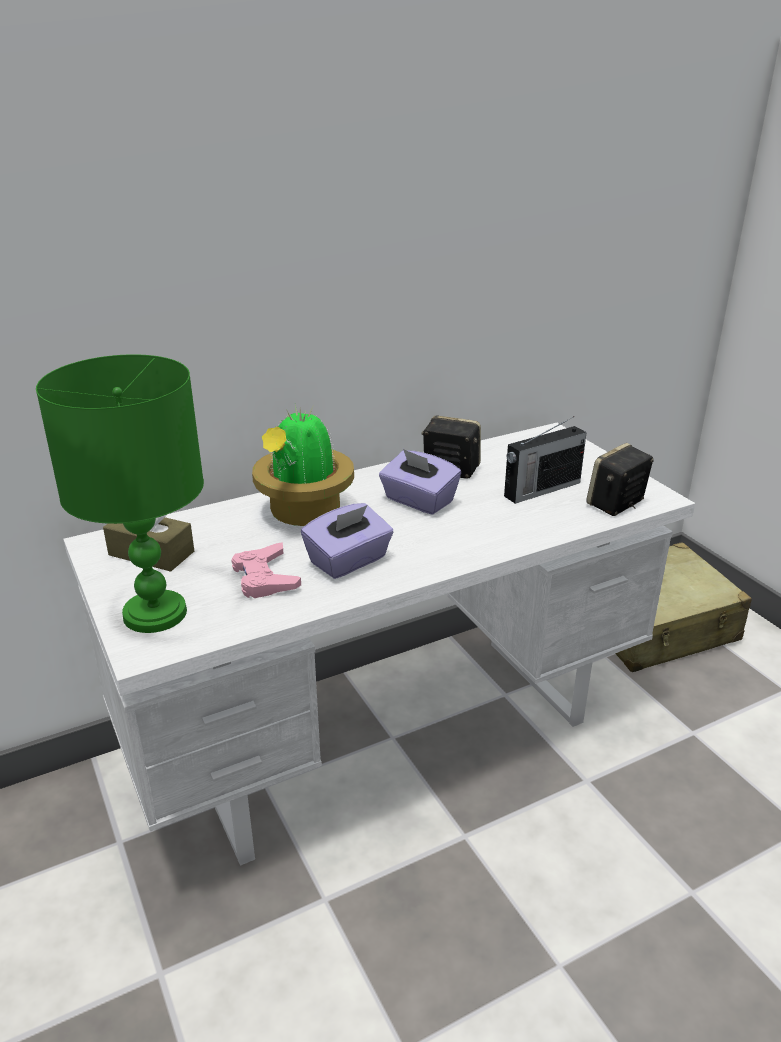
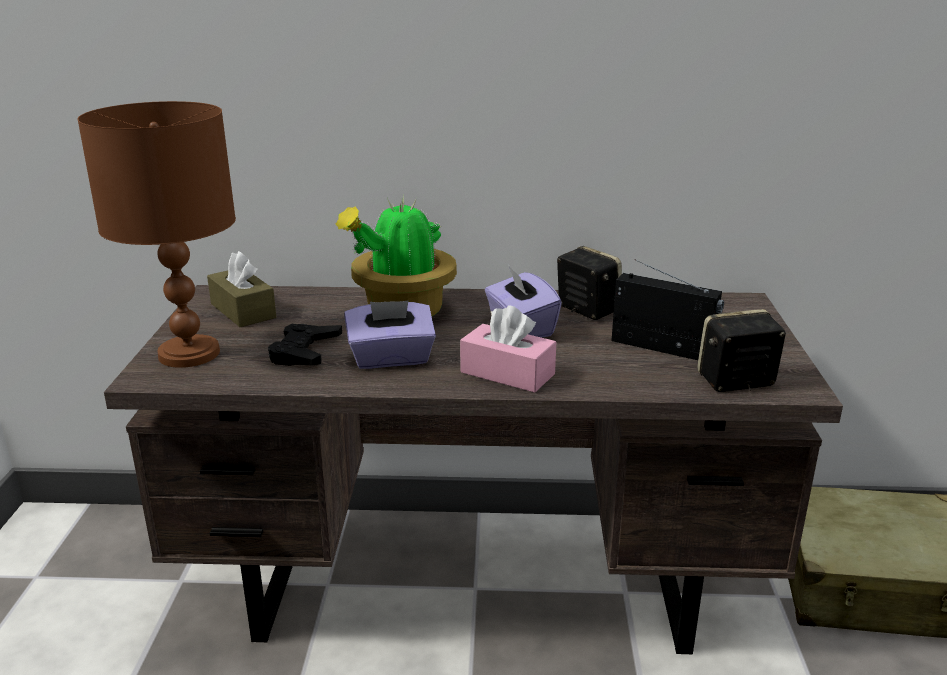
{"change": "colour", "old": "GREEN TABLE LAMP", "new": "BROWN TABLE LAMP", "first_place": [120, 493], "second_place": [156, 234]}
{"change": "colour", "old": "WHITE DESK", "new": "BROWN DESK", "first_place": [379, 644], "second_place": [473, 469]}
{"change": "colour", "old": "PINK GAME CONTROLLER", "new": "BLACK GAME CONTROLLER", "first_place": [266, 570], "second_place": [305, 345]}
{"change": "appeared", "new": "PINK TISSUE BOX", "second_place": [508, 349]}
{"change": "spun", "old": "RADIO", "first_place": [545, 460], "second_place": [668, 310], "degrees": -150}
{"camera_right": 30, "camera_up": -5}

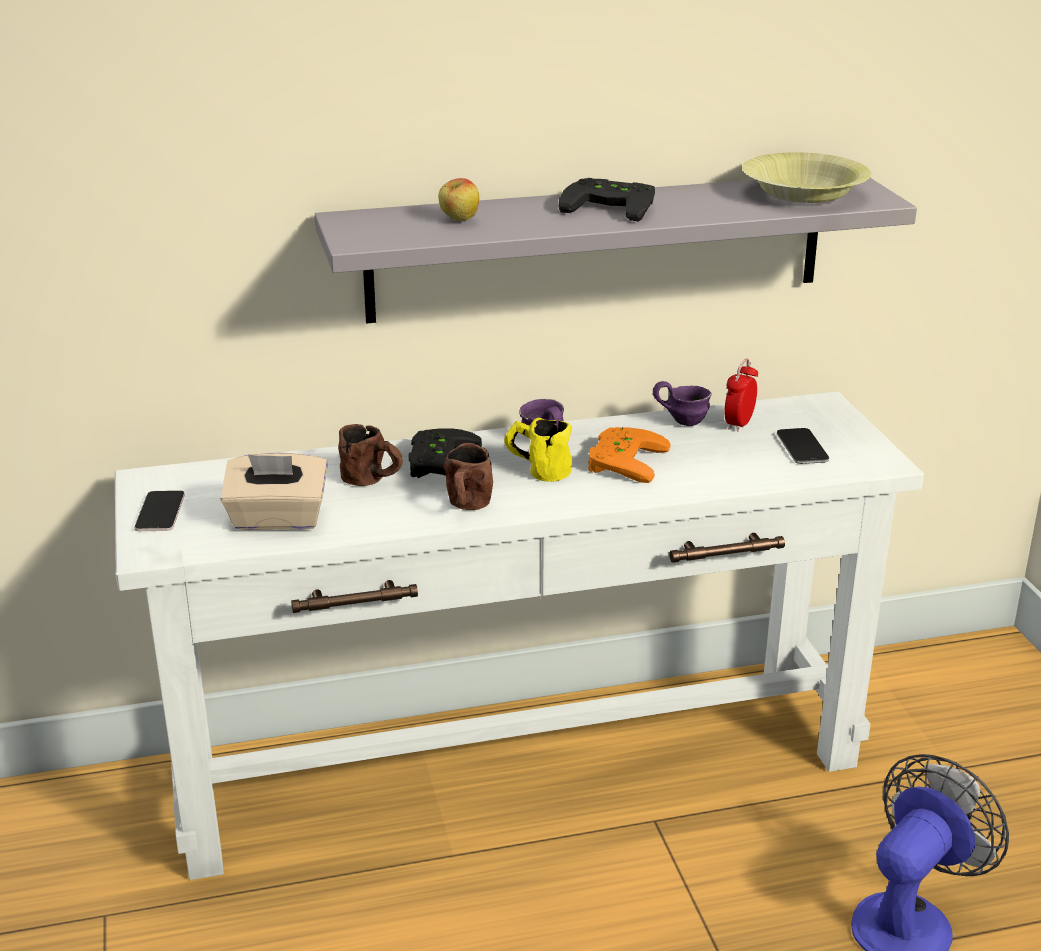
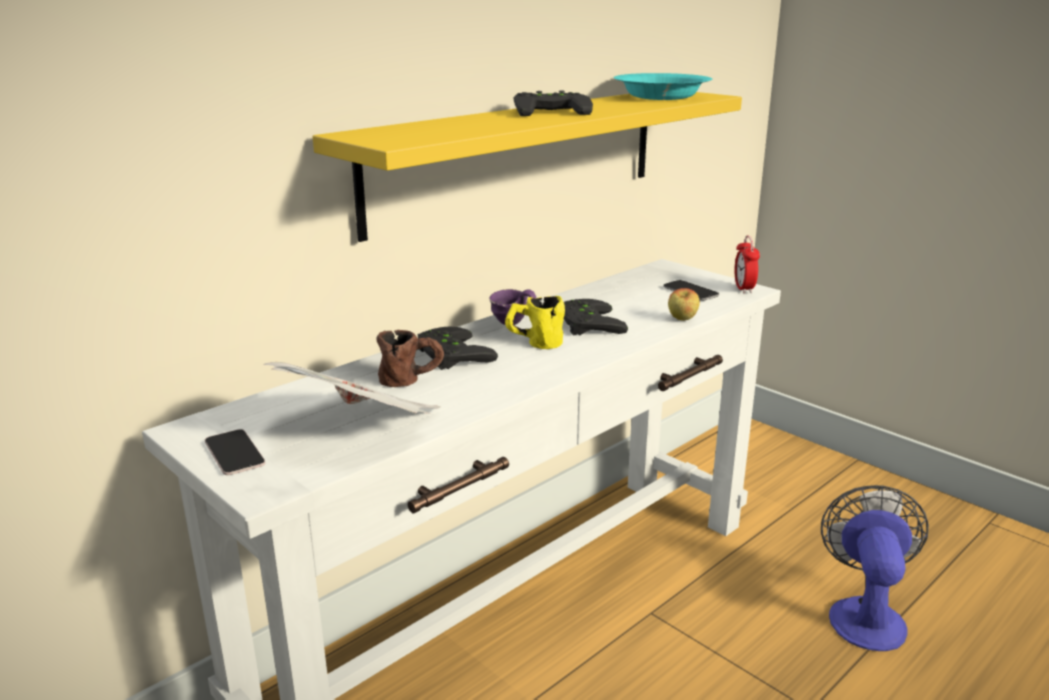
{"change": "exchanged", "old": "BEIGE TISSUE BOX", "new": "NEWSPAPER", "first_place": [274, 491], "second_place": [352, 388]}
{"change": "colour", "old": "GREY SHELF", "new": "YELLOW SHELF", "first_place": [616, 251], "second_place": [527, 167]}
{"change": "colour", "old": "ORANGE GAME CONTROLLER", "new": "BLACK GAME CONTROLLER", "first_place": [629, 455], "second_place": [596, 317]}
{"change": "colour", "old": "YELLOW BOWL", "new": "TURQUOISE BOWL", "first_place": [806, 177], "second_place": [662, 86]}
{"change": "relocated", "old": "APPLE", "first_place": [458, 199], "second_place": [684, 304]}
{"change": "relocated", "old": "ALARM CLOCK", "first_place": [741, 395], "second_place": [747, 264]}
{"change": "missing", "old": "BROWN MUG", "first_place": [468, 476]}
{"change": "missing", "old": "PURPLE MUG", "first_place": [682, 403]}
{"camera_right": -30, "camera_up": -5}

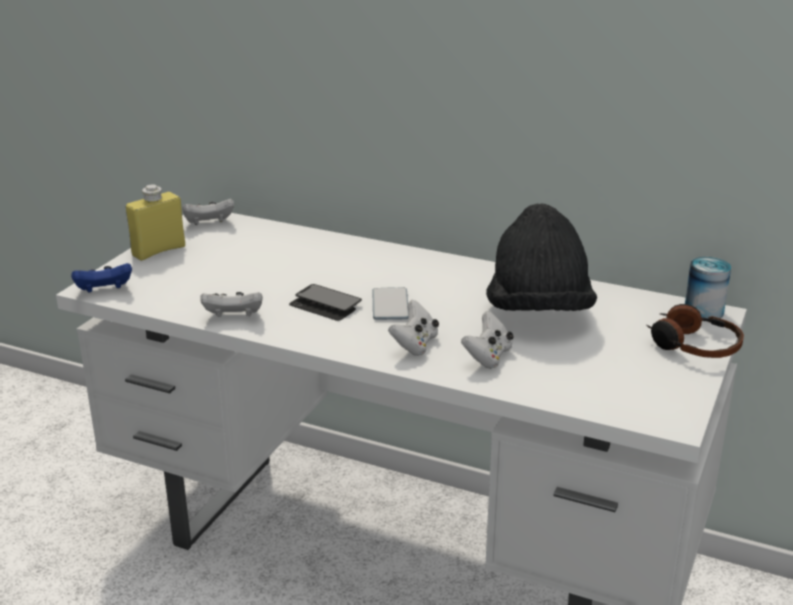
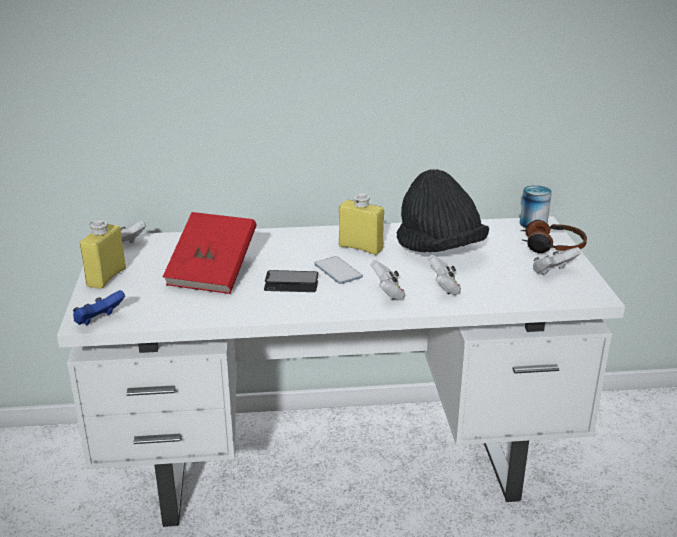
{"change": "appeared", "new": "RED BOOK", "second_place": [210, 253]}
{"change": "appeared", "new": "YELLOW BOTTLE", "second_place": [361, 224]}
{"change": "relocated", "old": "WHITE GAME CONTROLLER", "first_place": [231, 304], "second_place": [557, 261]}
{"camera_right": -30, "camera_up": 0}

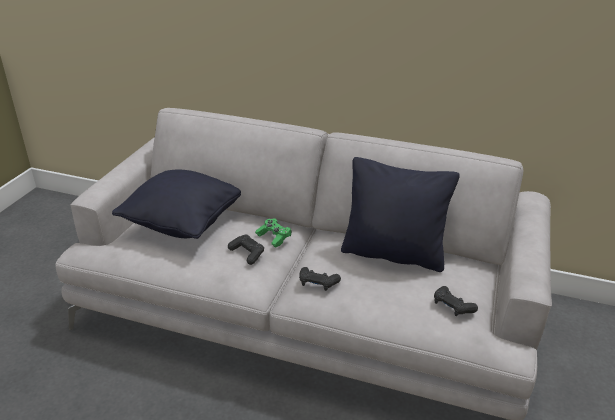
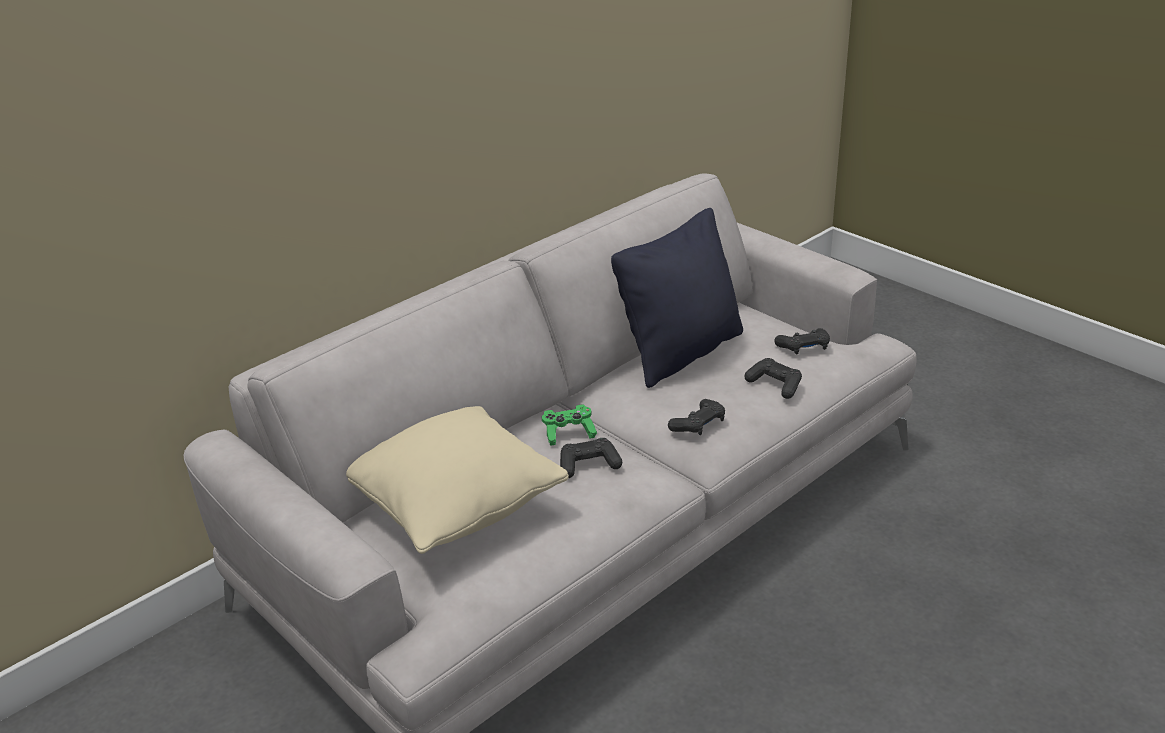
{"change": "colour", "old": "BLACK PILLOW", "new": "BEIGE PILLOW", "first_place": [176, 204], "second_place": [457, 480]}
{"change": "appeared", "new": "BLACK GAME CONTROLLER", "second_place": [773, 378]}
{"camera_right": -60, "camera_up": 0}

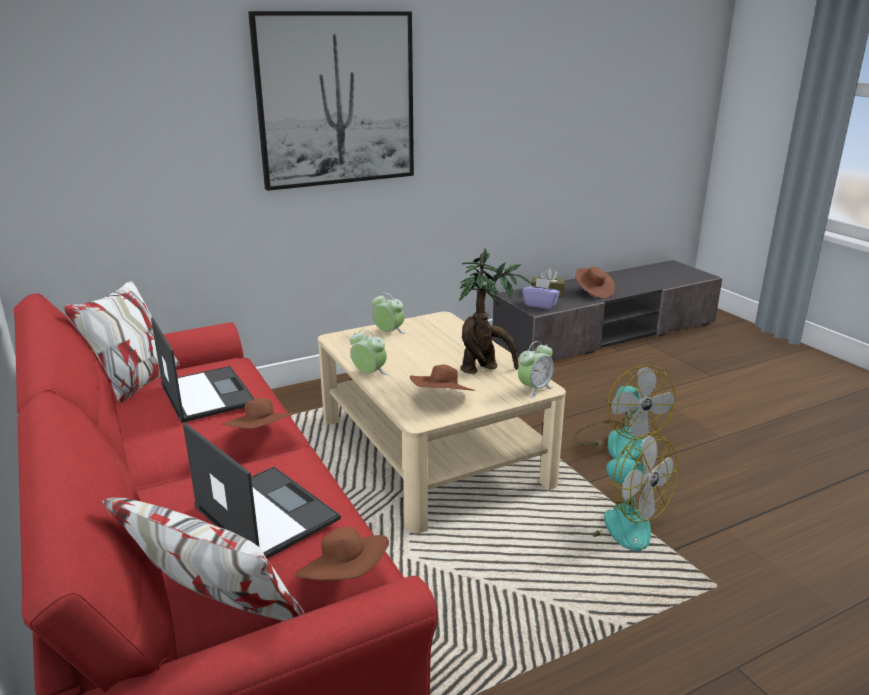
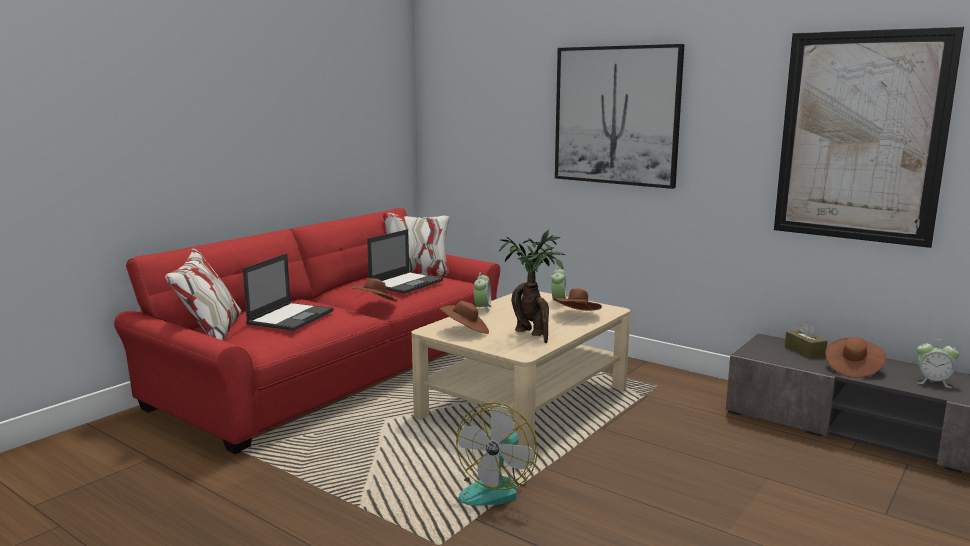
{"change": "relocated", "old": "BROWN HAT", "first_place": [342, 553], "second_place": [577, 299]}
{"change": "appeared", "new": "PICTURE", "second_place": [869, 137]}
{"change": "relocated", "old": "ALARM CLOCK", "first_place": [536, 369], "second_place": [938, 363]}
{"change": "missing", "old": "PURPLE TISSUE BOX", "first_place": [541, 293]}
{"change": "missing", "old": "FAN", "first_place": [625, 412]}
{"camera_right": 65, "camera_up": -10}

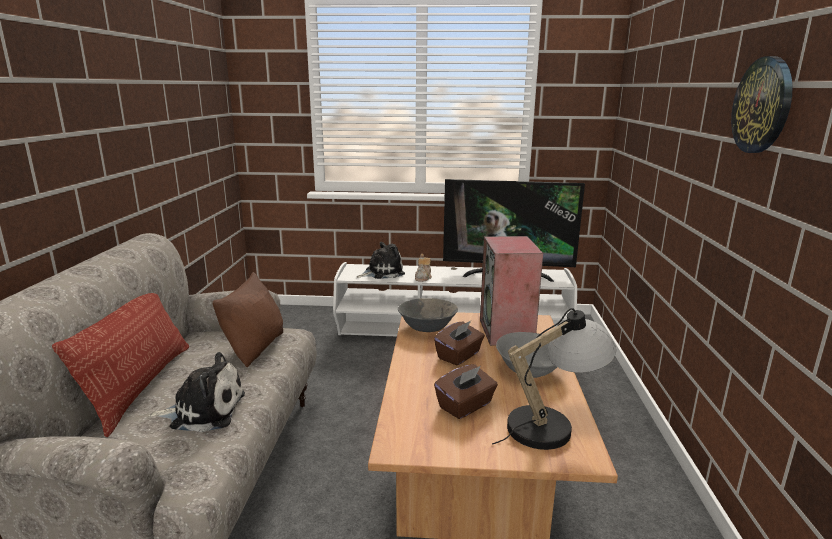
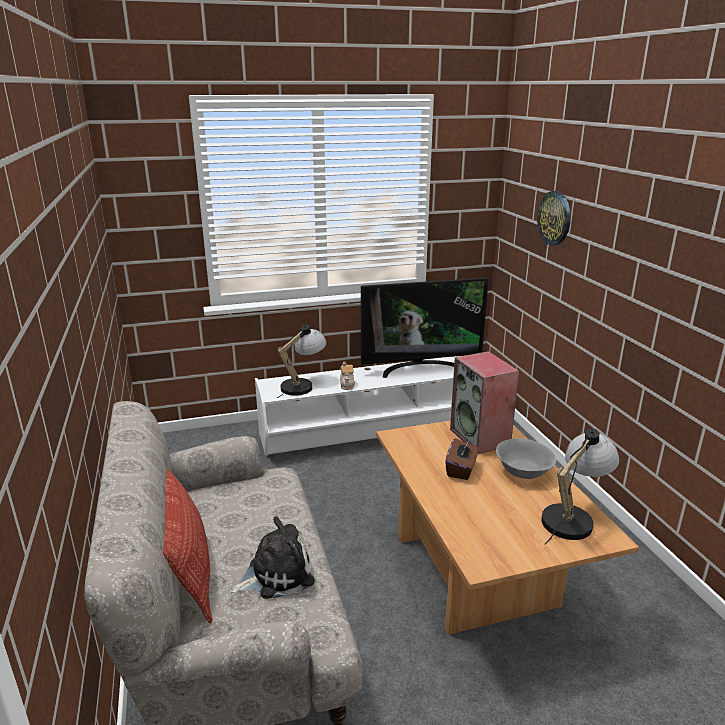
{"change": "exchanged", "old": "PLUSH TOY", "new": "TABLE LAMP", "first_place": [381, 260], "second_place": [302, 361]}
{"change": "relocated", "old": "WALL CLOCK", "first_place": [762, 104], "second_place": [554, 218]}
{"change": "missing", "old": "BROWN PILLOW", "first_place": [248, 319]}
{"change": "missing", "old": "GREY BOWL", "first_place": [428, 315]}
{"change": "missing", "old": "BROWN TISSUE BOX", "first_place": [466, 391]}
{"camera_right": -20, "camera_up": 5}

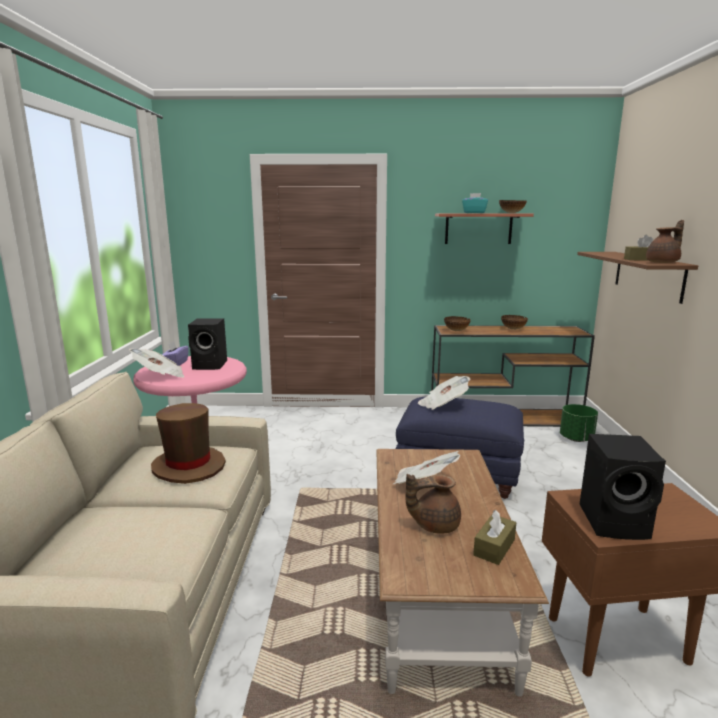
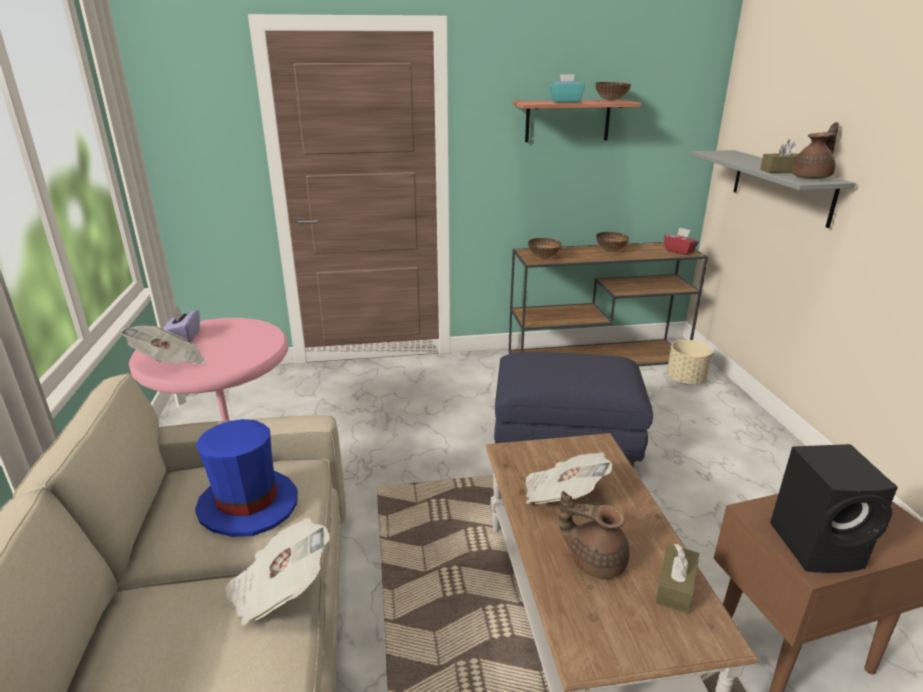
{"change": "colour", "old": "BROWN HAT", "new": "BLUE HAT", "first_place": [188, 443], "second_place": [246, 478]}
{"change": "relocated", "old": "NEWSPAPER", "first_place": [444, 393], "second_place": [277, 572]}
{"change": "spun", "old": "BROWN TEAPOT", "first_place": [433, 503], "second_place": [594, 535], "degrees": 45}
{"change": "appeared", "new": "RED TISSUE BOX", "second_place": [681, 241]}
{"change": "colour", "old": "GREEN PLANTER", "new": "BEIGE PLANTER", "first_place": [579, 423], "second_place": [690, 362]}
{"change": "colour", "old": "BROWN SHELF", "new": "GREY SHELF", "first_place": [637, 278], "second_place": [773, 189]}
{"change": "missing", "old": "BLACK SPEAKER", "first_place": [207, 344]}
{"camera_right": -10, "camera_up": 10}

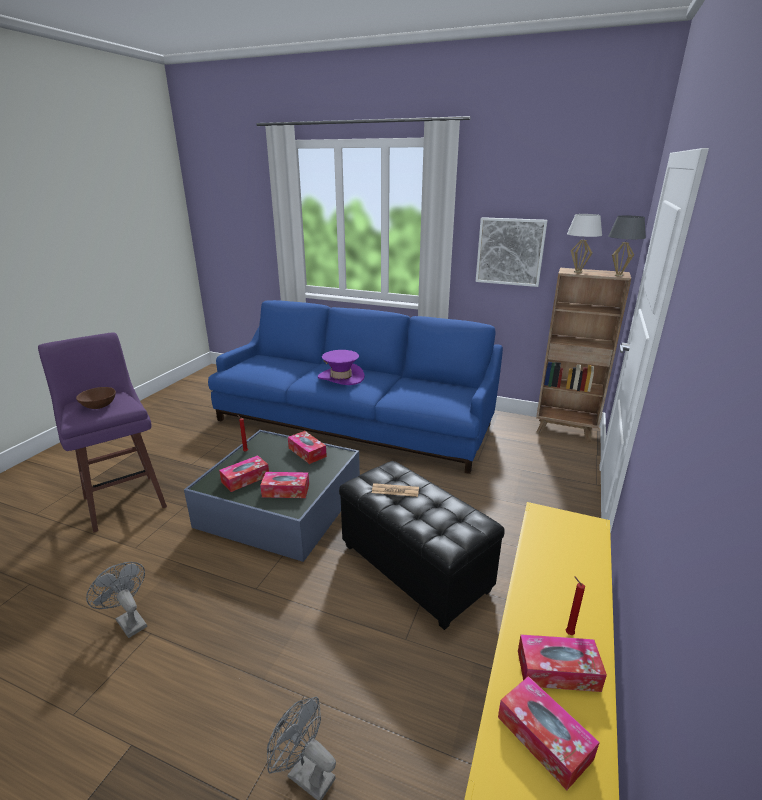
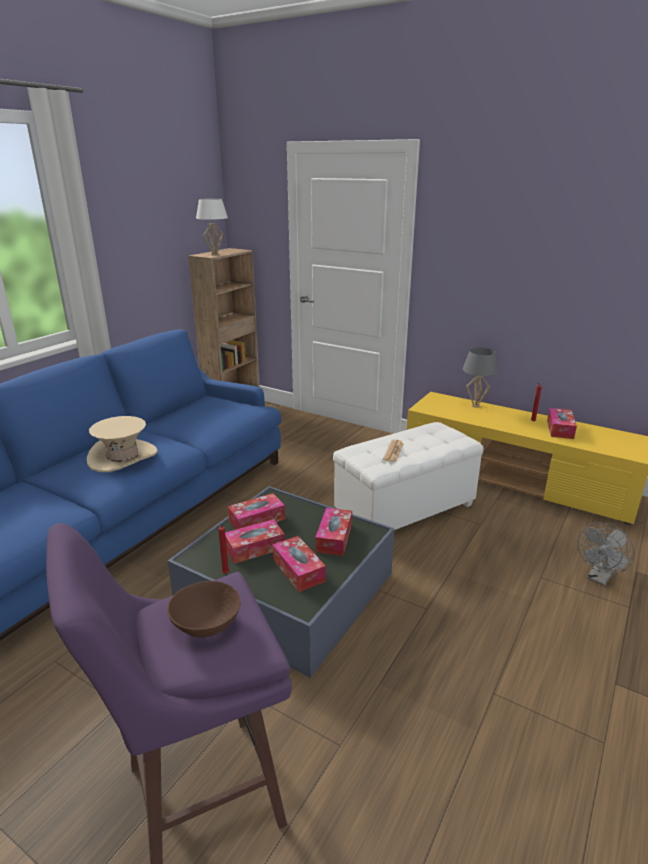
{"change": "colour", "old": "PURPLE HAT", "new": "BEIGE HAT", "first_place": [341, 367], "second_place": [122, 444]}
{"change": "relocated", "old": "TISSUE BOX", "first_place": [549, 733], "second_place": [255, 541]}
{"change": "colour", "old": "BLACK OTTOMAN", "new": "WHITE OTTOMAN", "first_place": [422, 545], "second_place": [408, 476]}
{"change": "relocated", "old": "GREY TABLE LAMP", "first_place": [627, 246], "second_place": [480, 378]}
{"change": "missing", "old": "GREY FAN", "first_place": [116, 600]}
{"change": "missing", "old": "PICTURE", "first_place": [512, 252]}
{"camera_right": -80, "camera_up": 0}

